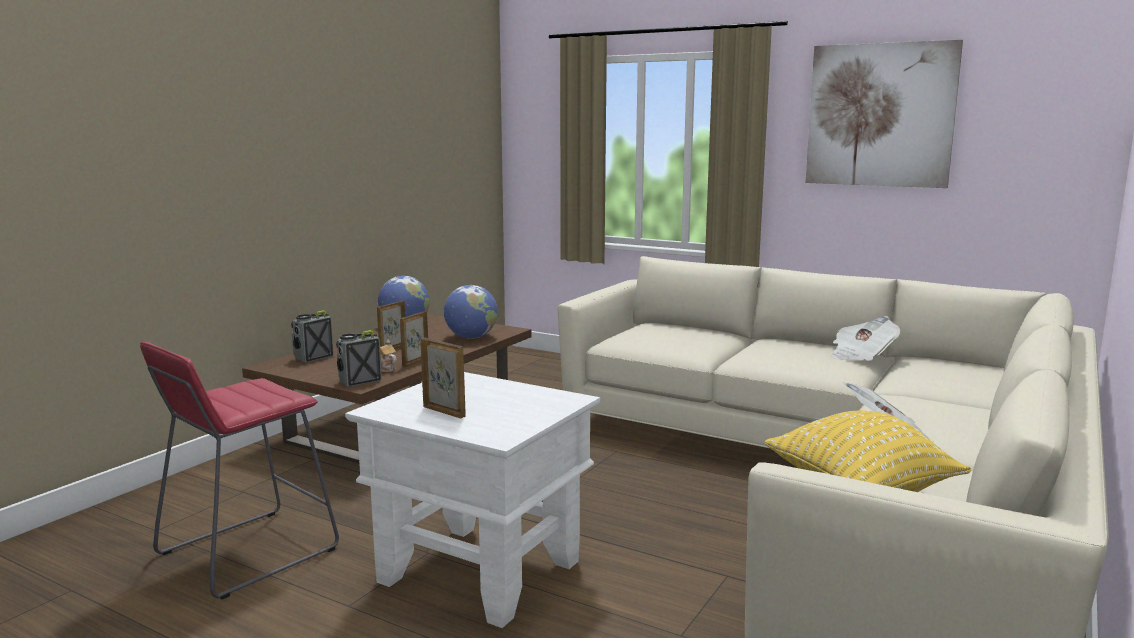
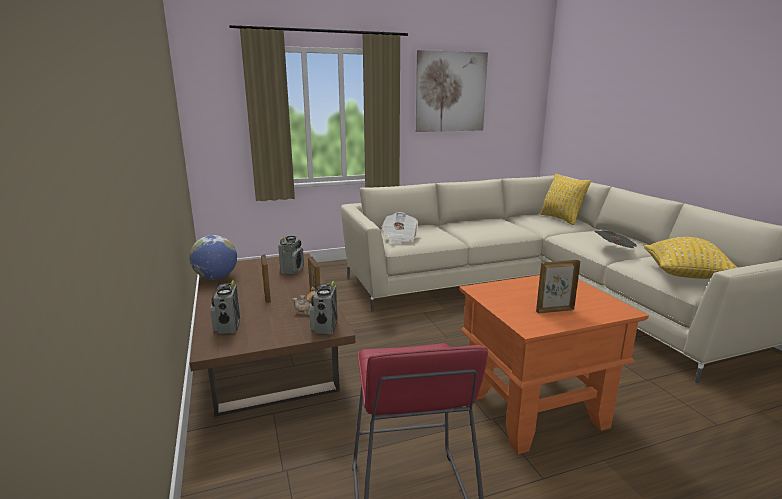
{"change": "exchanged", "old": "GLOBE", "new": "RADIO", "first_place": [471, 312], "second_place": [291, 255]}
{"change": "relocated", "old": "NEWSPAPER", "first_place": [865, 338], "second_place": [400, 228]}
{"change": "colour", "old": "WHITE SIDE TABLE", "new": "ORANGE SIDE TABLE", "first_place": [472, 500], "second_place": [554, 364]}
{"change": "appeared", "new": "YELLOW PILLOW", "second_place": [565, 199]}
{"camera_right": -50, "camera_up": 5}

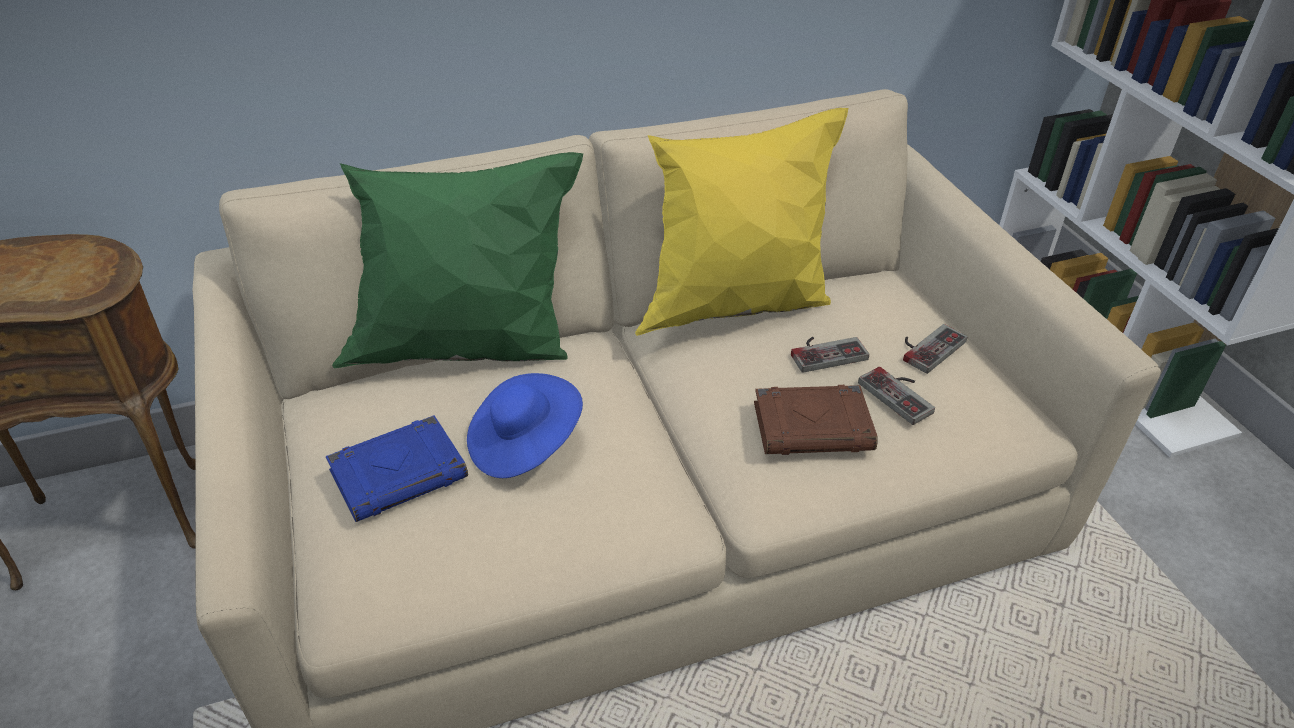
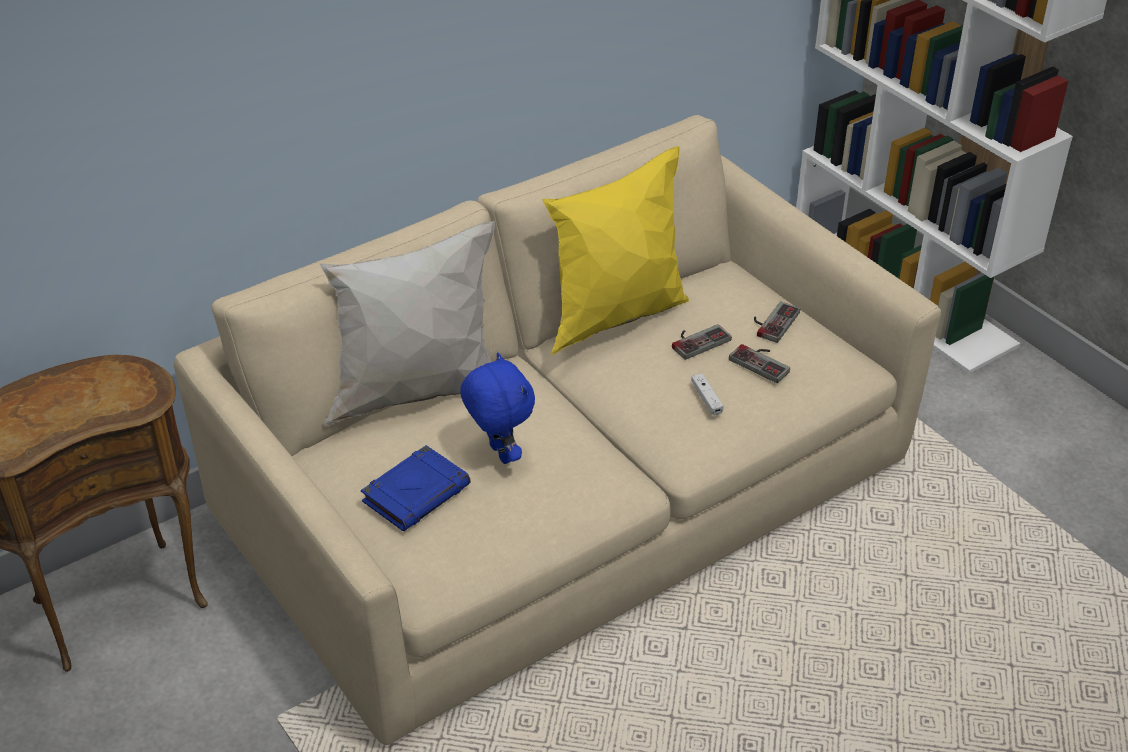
{"change": "colour", "old": "GREEN PILLOW", "new": "WHITE PILLOW", "first_place": [457, 260], "second_place": [407, 323]}
{"change": "exchanged", "old": "BLUE HAT", "new": "BLUE PLUSH TOY", "first_place": [525, 425], "second_place": [497, 408]}
{"change": "exchanged", "old": "BROWN BOOK", "new": "WHITE GAME CONTROLLER", "first_place": [816, 420], "second_place": [707, 394]}
{"camera_right": -15, "camera_up": 0}

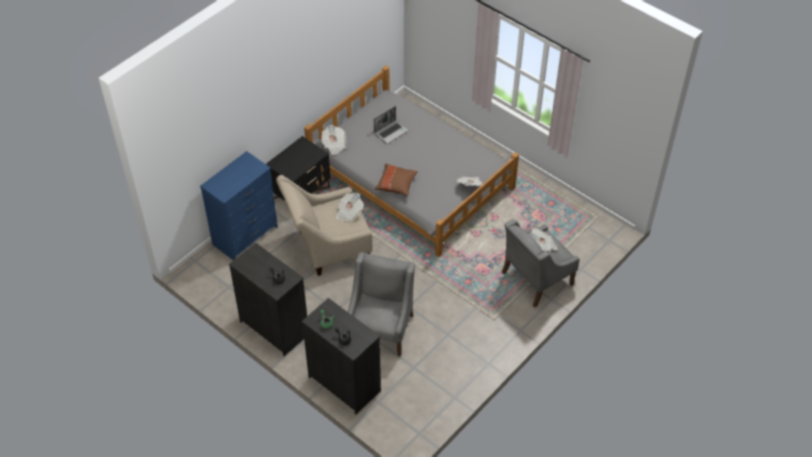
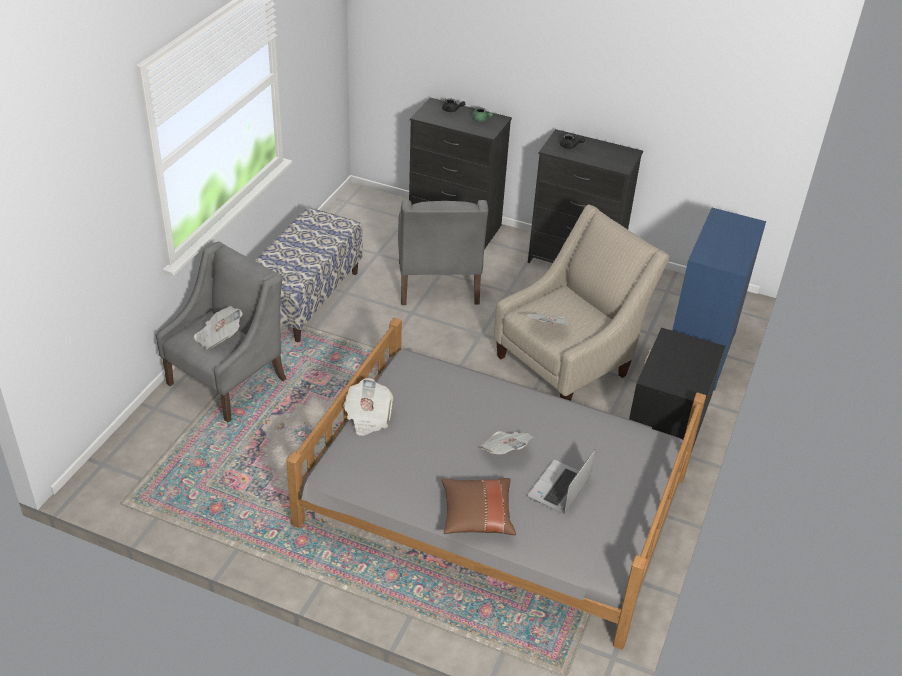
{"change": "appeared", "new": "BENCH", "second_place": [309, 275]}
{"change": "relocated", "old": "BROWN PILLOW", "first_place": [396, 180], "second_place": [479, 506]}
{"change": "relocated", "old": "NEWSPAPER", "first_place": [333, 140], "second_place": [506, 442]}
{"camera_right": 160, "camera_up": -10}

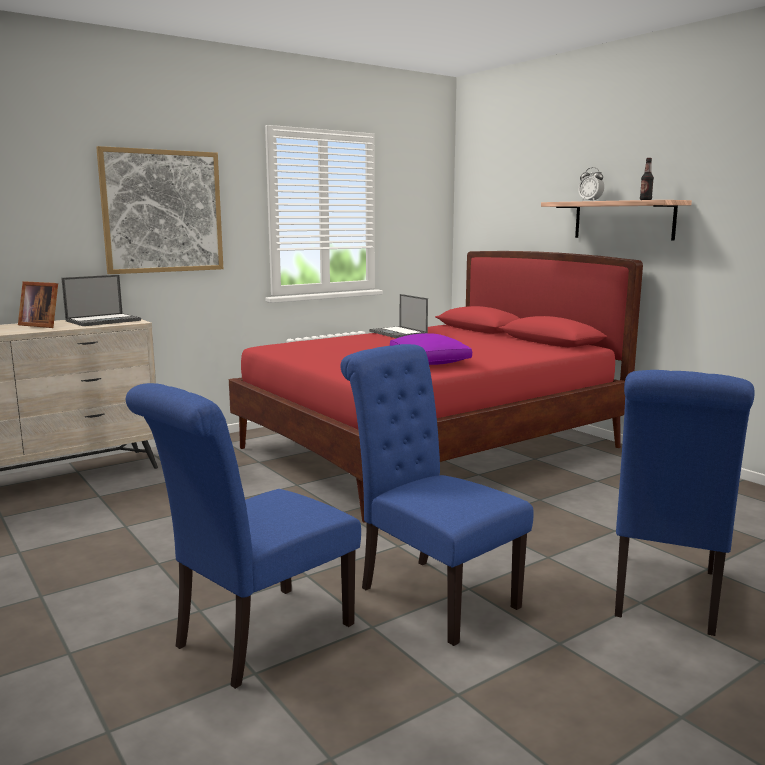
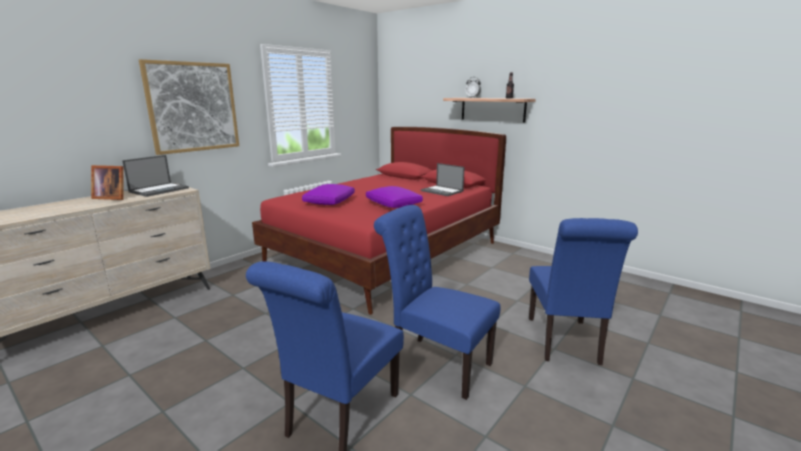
{"change": "appeared", "new": "PURPLE PILLOW", "second_place": [328, 194]}
{"change": "relocated", "old": "LAPTOP", "first_place": [398, 316], "second_place": [443, 179]}
{"camera_right": -15, "camera_up": 5}

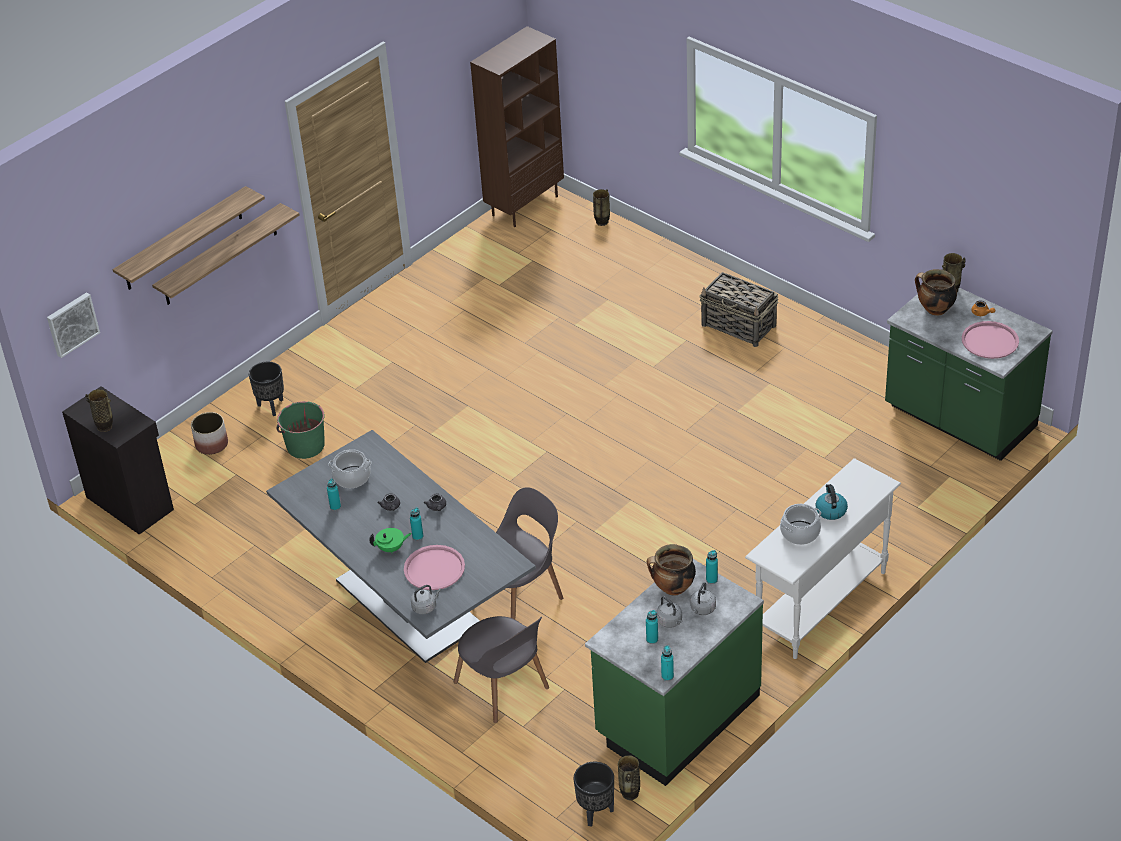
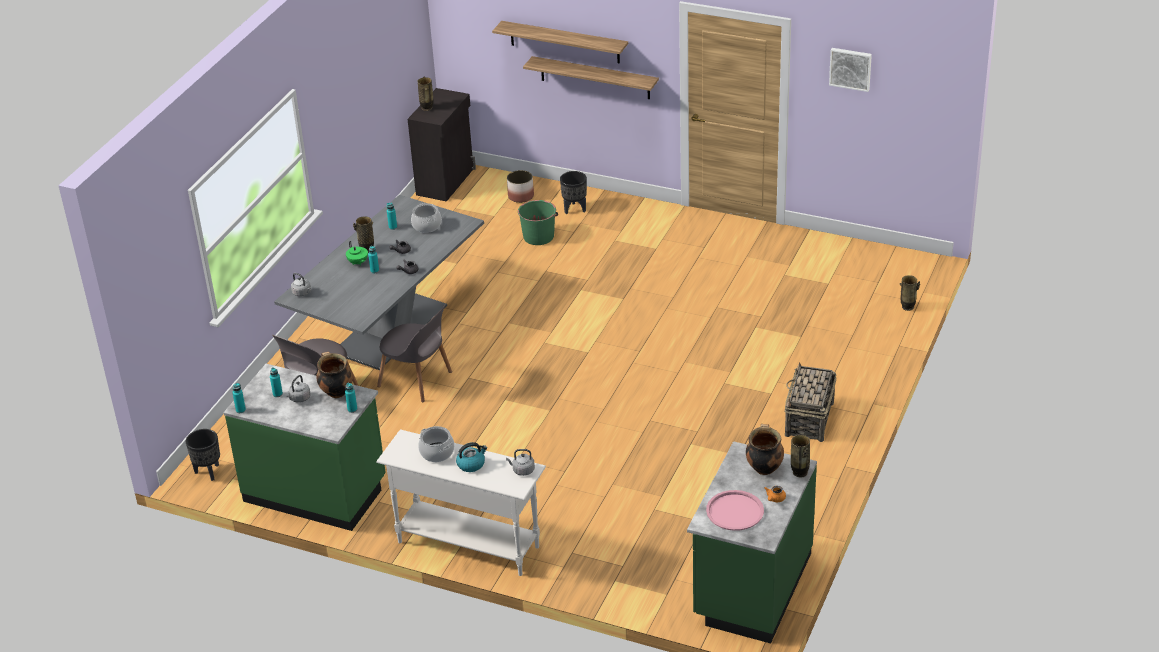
{"change": "relocated", "old": "VASE", "first_place": [629, 777], "second_place": [363, 234]}
{"change": "relocated", "old": "GREY KETTLE", "first_place": [703, 598], "second_place": [520, 462]}
{"change": "relocated", "old": "PICTURE", "first_place": [73, 325], "second_place": [850, 70]}
{"change": "missing", "old": "PINK TRAY", "first_place": [434, 567]}
{"change": "missing", "old": "BROWN BOOKCASE", "first_place": [517, 126]}
{"camera_right": 70, "camera_up": -5}

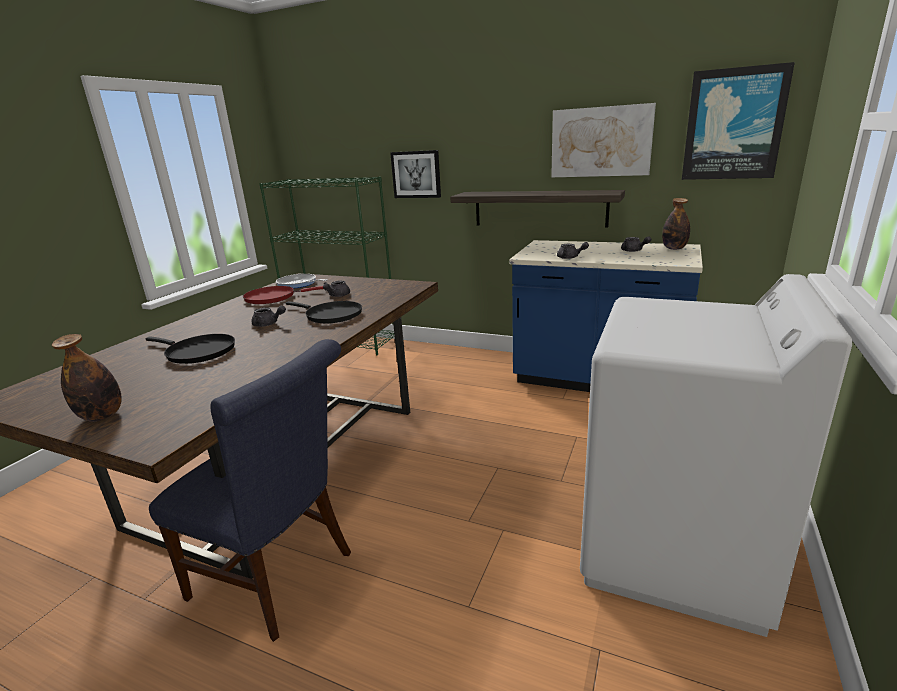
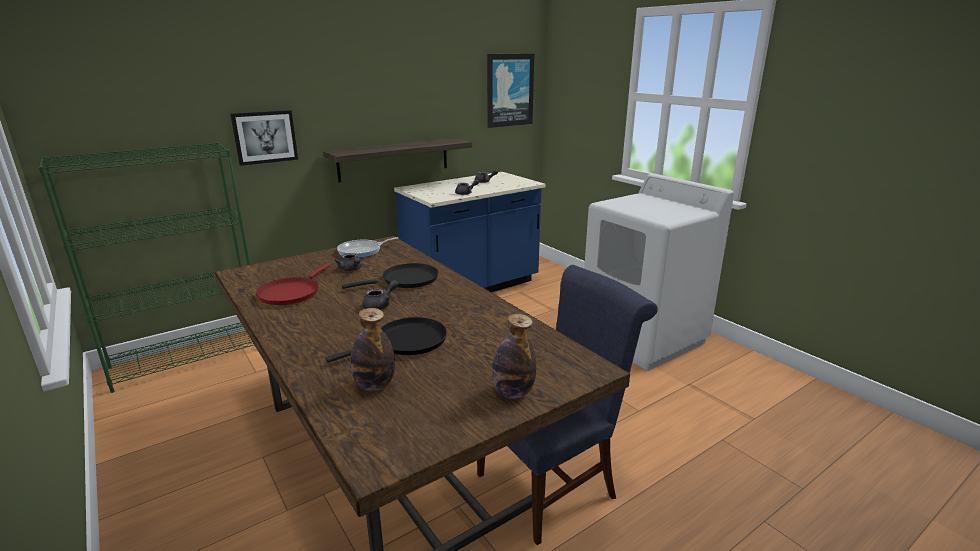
{"change": "relocated", "old": "FRYING PAN", "first_place": [301, 281], "second_place": [368, 247]}
{"change": "relocated", "old": "BOTTLE", "first_place": [676, 224], "second_place": [372, 349]}
{"change": "missing", "old": "PICTURE", "first_place": [603, 140]}
{"camera_right": -60, "camera_up": 0}

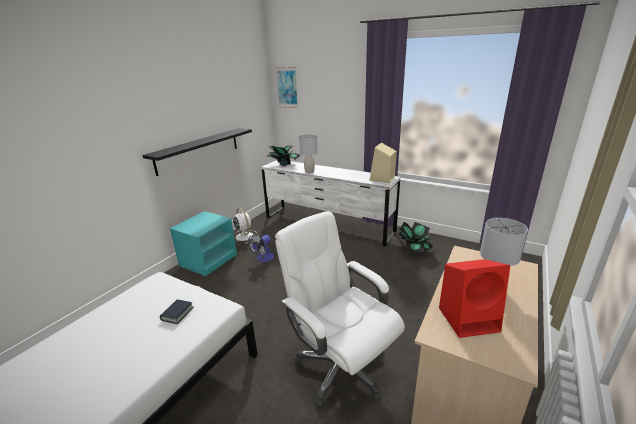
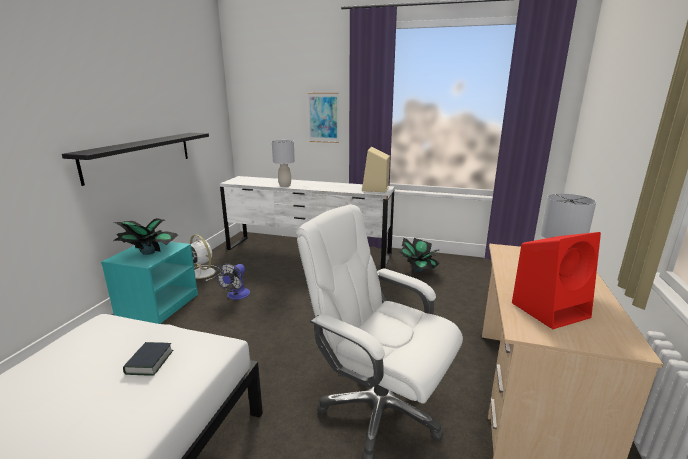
{"change": "relocated", "old": "POTTED PLANT", "first_place": [283, 155], "second_place": [145, 236]}
{"change": "relocated", "old": "PICTURE", "first_place": [287, 87], "second_place": [323, 118]}
{"camera_right": -15, "camera_up": -5}

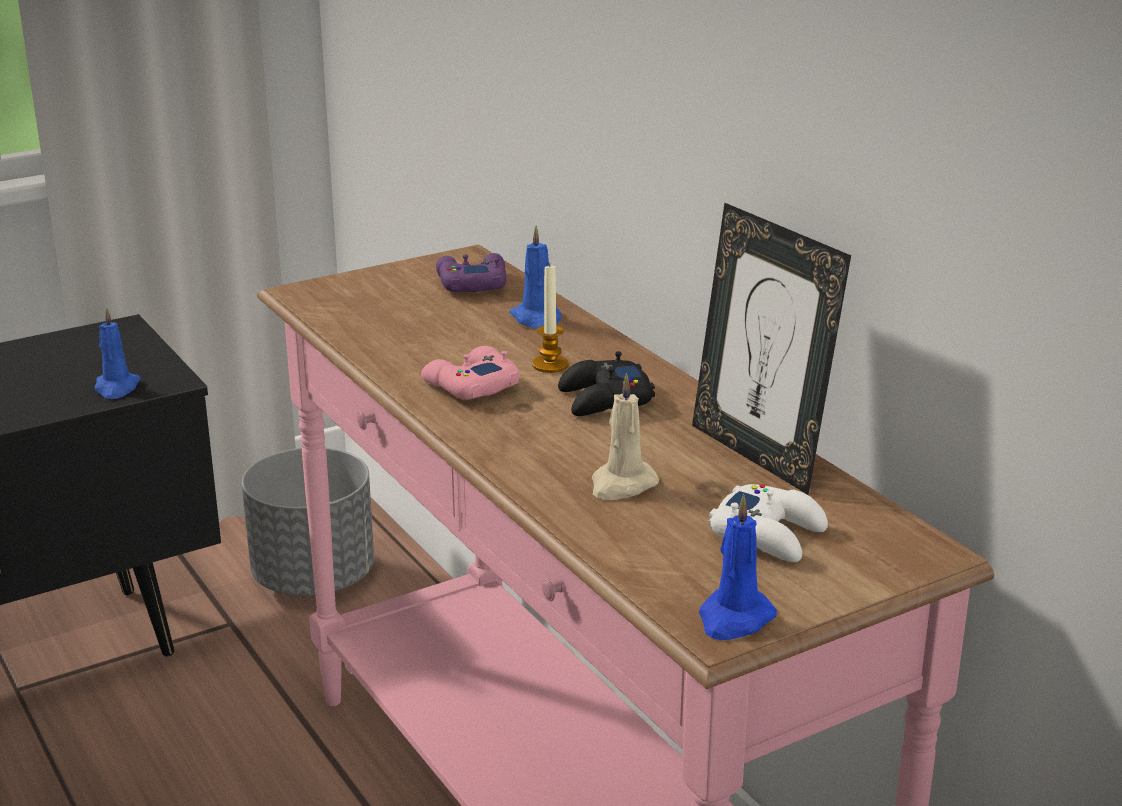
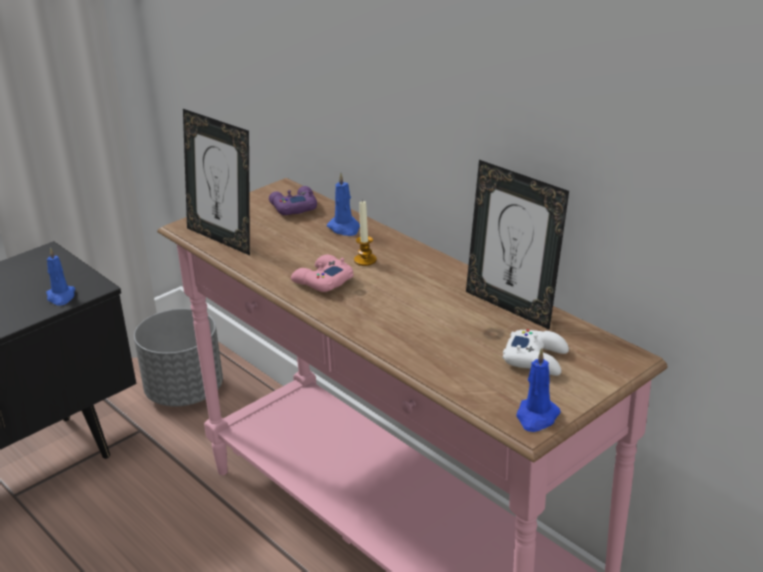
{"change": "appeared", "new": "PICTURE FRAME", "second_place": [216, 182]}
{"change": "missing", "old": "BLACK GAME CONTROLLER", "first_place": [606, 383]}
{"change": "missing", "old": "BEIGE CANDLE", "first_place": [625, 436]}
{"camera_right": -10, "camera_up": 5}

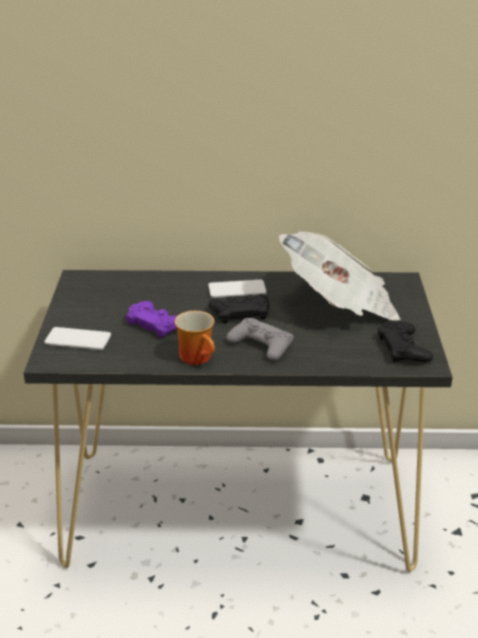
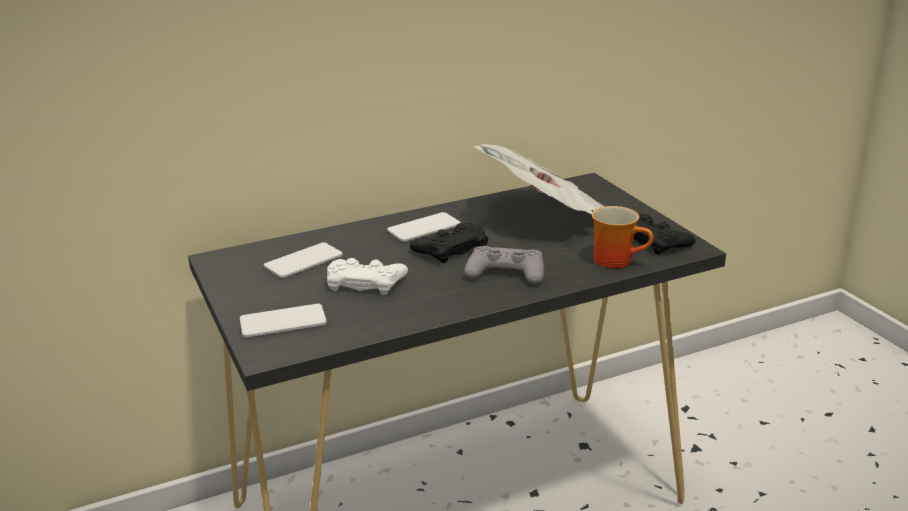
{"change": "appeared", "new": "PHONE", "second_place": [303, 260]}
{"change": "colour", "old": "PURPLE GAME CONTROLLER", "new": "WHITE GAME CONTROLLER", "first_place": [151, 319], "second_place": [367, 276]}
{"change": "relocated", "old": "MUG", "first_place": [195, 338], "second_place": [622, 237]}
{"camera_right": -25, "camera_up": -5}

